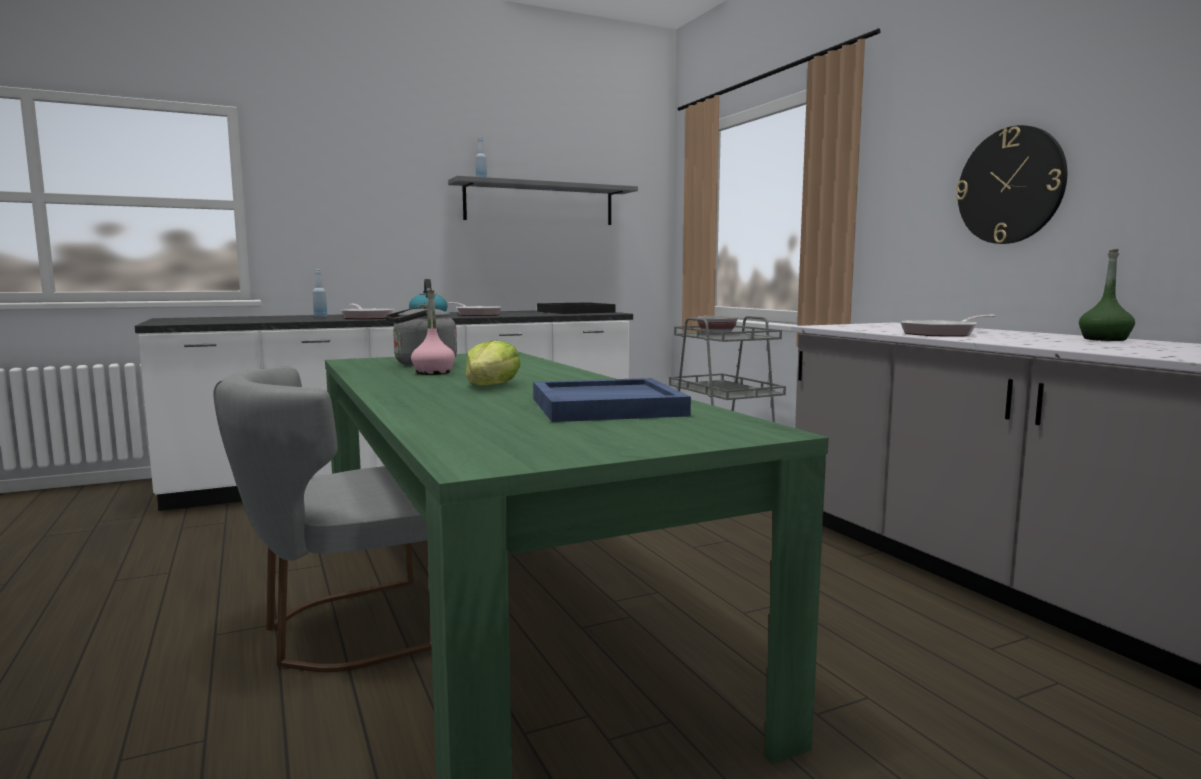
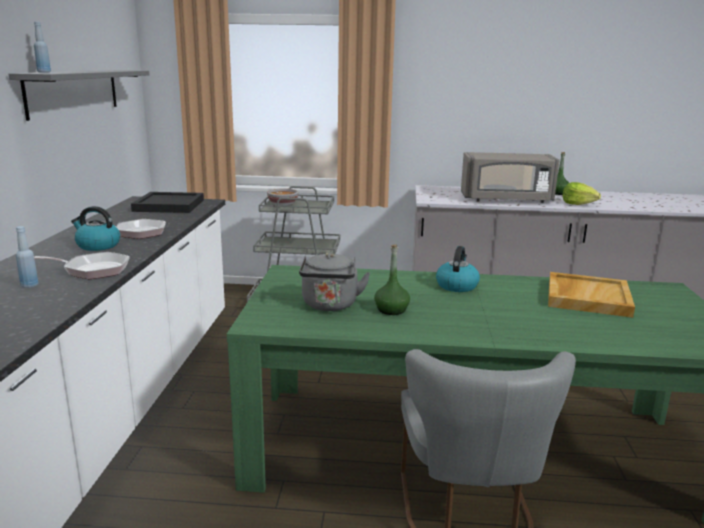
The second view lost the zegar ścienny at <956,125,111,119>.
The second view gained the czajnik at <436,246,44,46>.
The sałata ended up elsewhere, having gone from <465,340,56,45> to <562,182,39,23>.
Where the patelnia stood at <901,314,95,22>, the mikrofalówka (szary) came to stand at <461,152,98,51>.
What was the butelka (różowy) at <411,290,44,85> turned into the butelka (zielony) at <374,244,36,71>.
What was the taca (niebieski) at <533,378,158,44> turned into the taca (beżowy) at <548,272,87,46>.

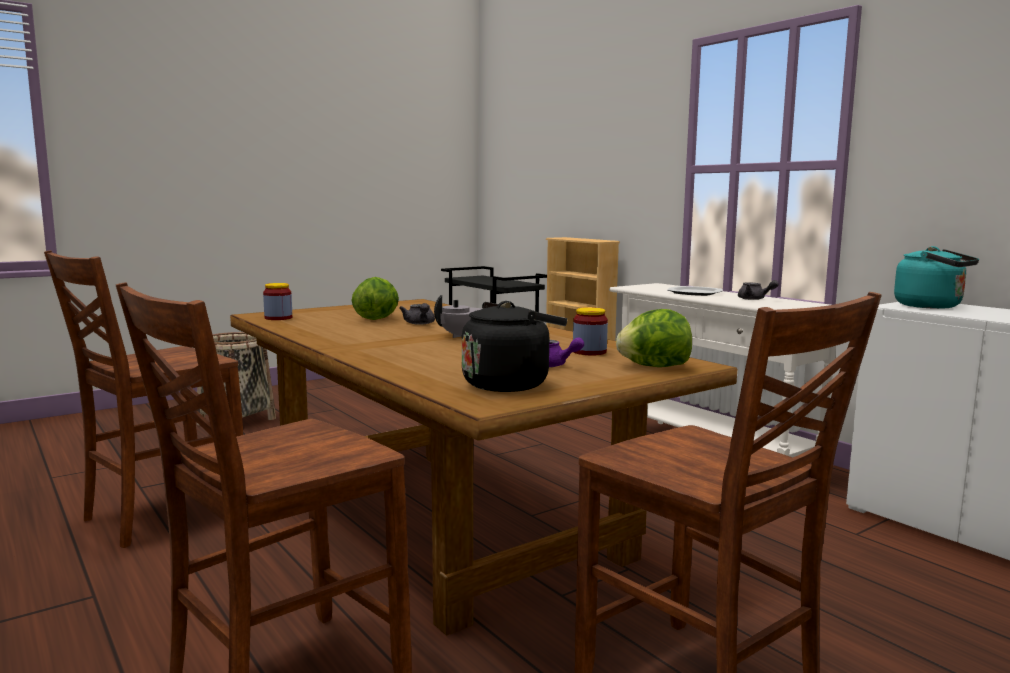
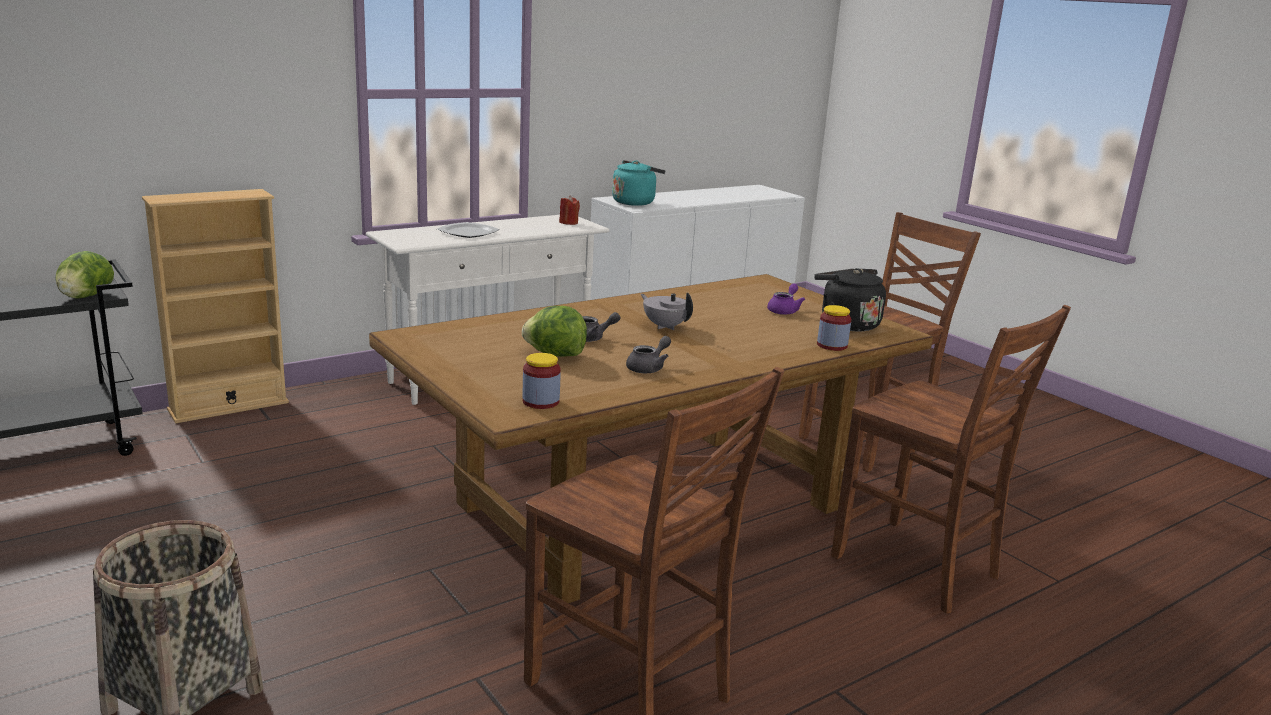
The second view gained the świeca (czerwony) at <559,195,21,30>.
The słoik ended up elsewhere, having gone from <573,307,35,48> to <817,305,34,46>.
The sałata ended up elsewhere, having gone from <616,309,76,58> to <56,251,58,48>.
The imbryk (szary) ended up elsewhere, having gone from <738,280,41,20> to <626,336,45,37>.

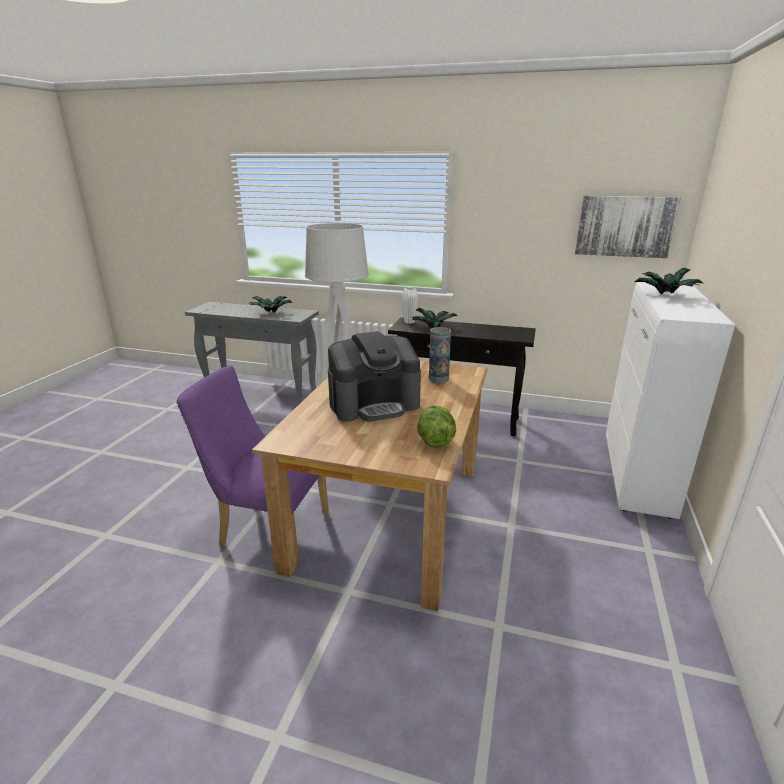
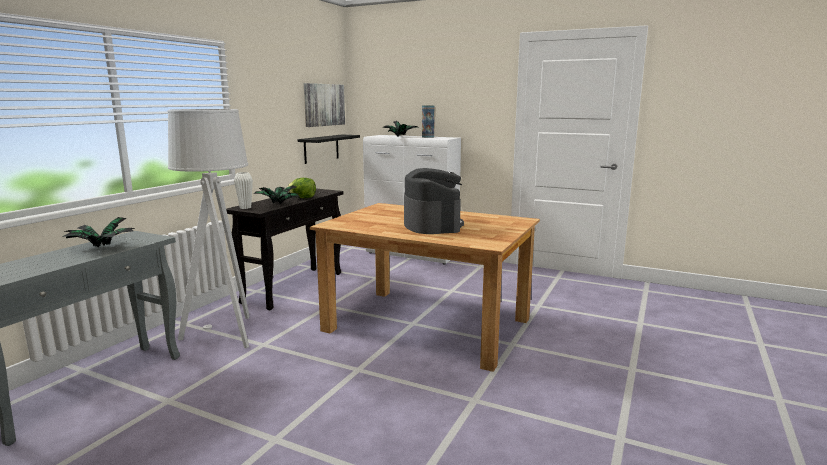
The second view lost the krzesło (fioletowy) at <177,366,152,198>.
The second view gained the półka (czarny) at <298,135,62,29>.
The sałata ended up elsewhere, having gone from <417,405,39,43> to <287,178,29,20>.
The wazon ended up elsewhere, having gone from <429,327,22,56> to <422,105,13,33>.

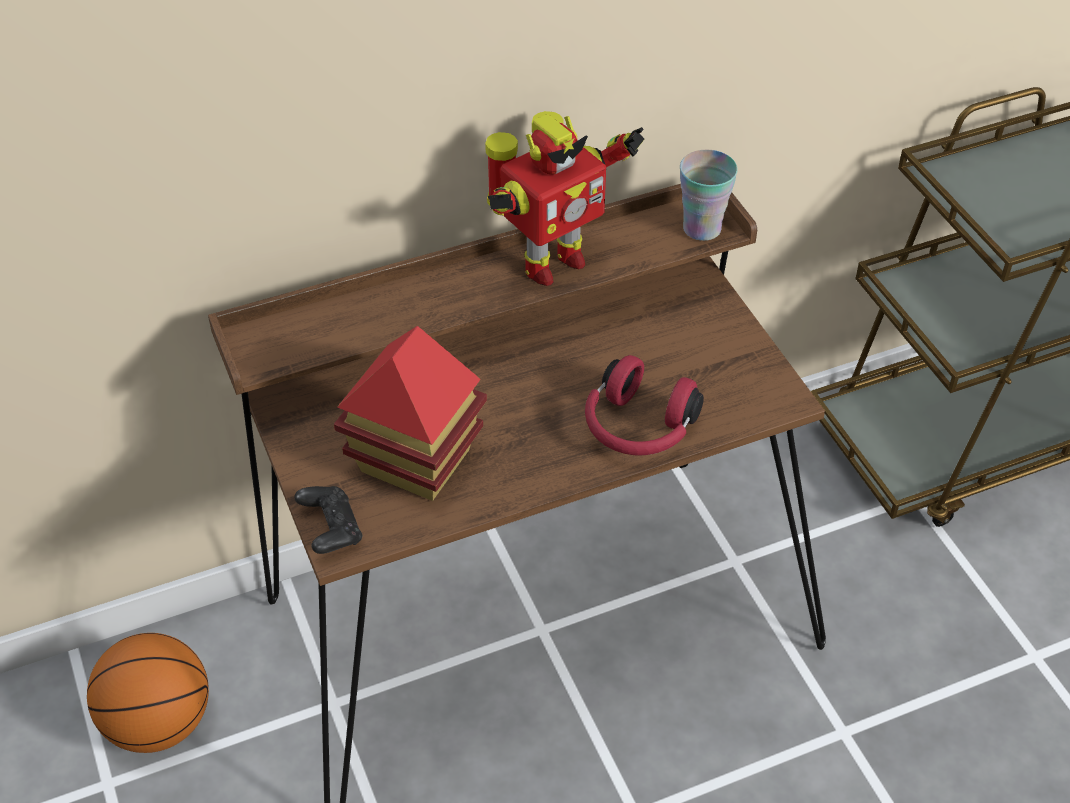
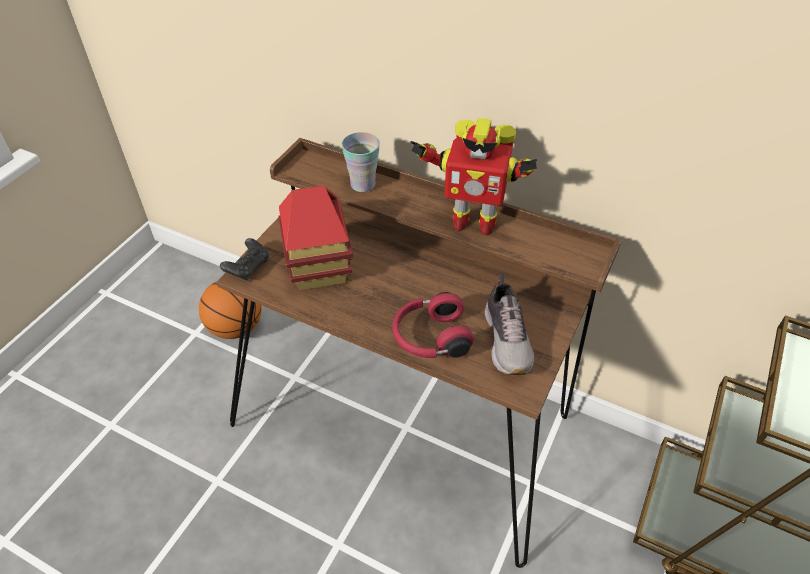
The second view gained the but at <485,273,49,102>.
The filiżanka ended up elsewhere, having gone from <680,150,58,91> to <342,132,38,60>.

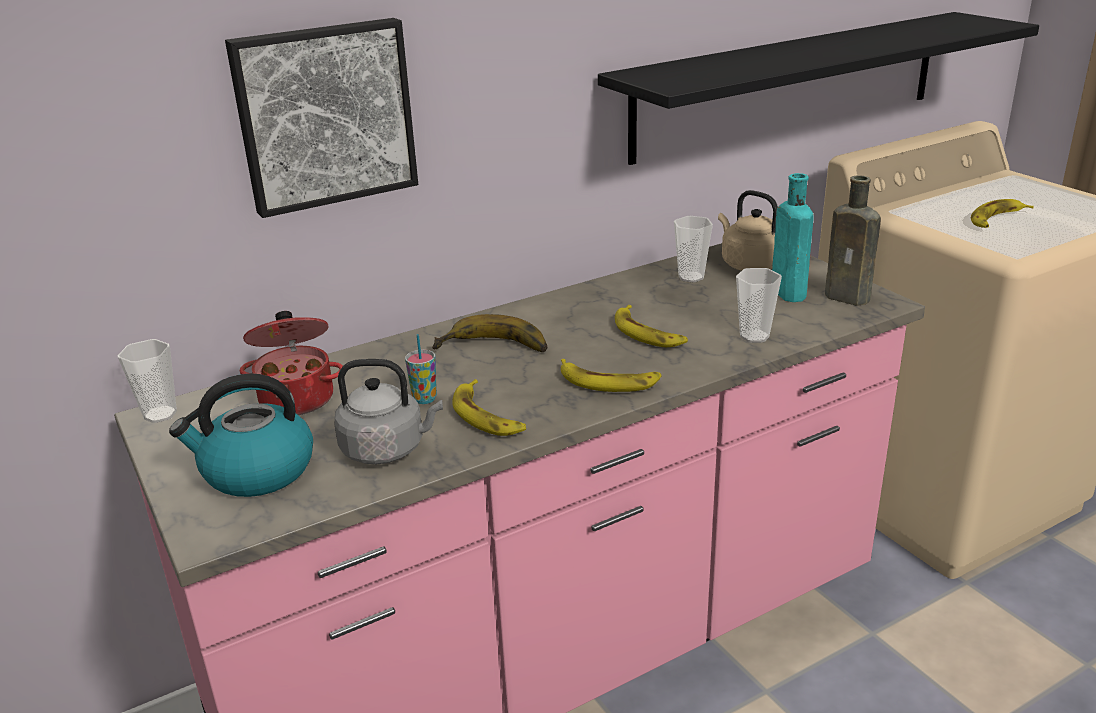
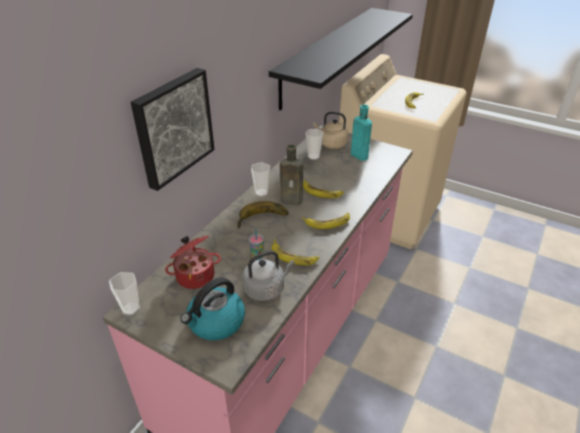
The filiżanka ended up elsewhere, having gone from <736,268,46,75> to <251,162,19,35>.
The butelka (brązowy) ended up elsewhere, having gone from <825,175,56,131> to <280,144,23,61>.

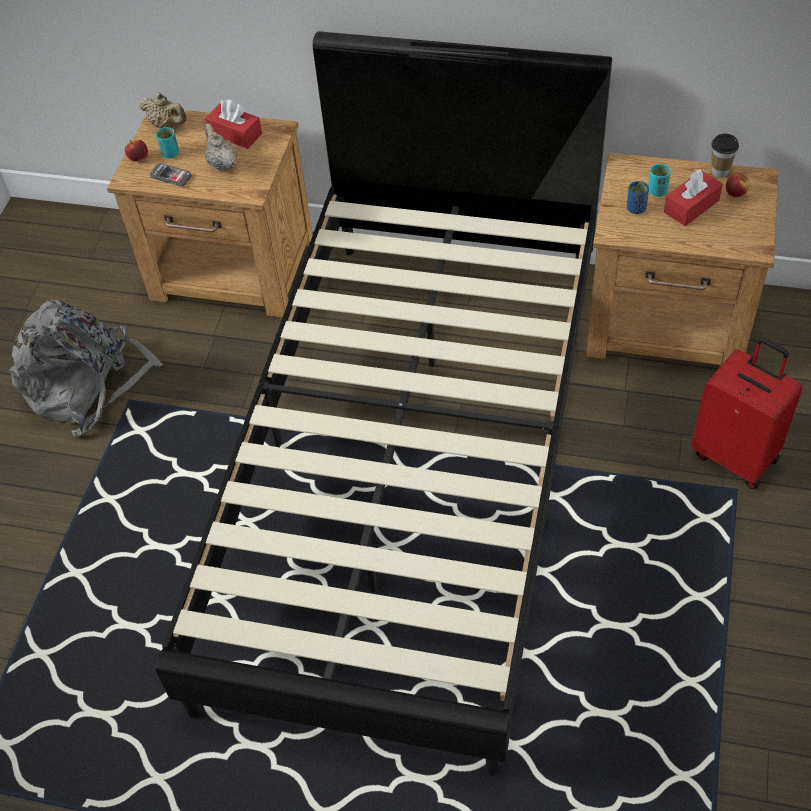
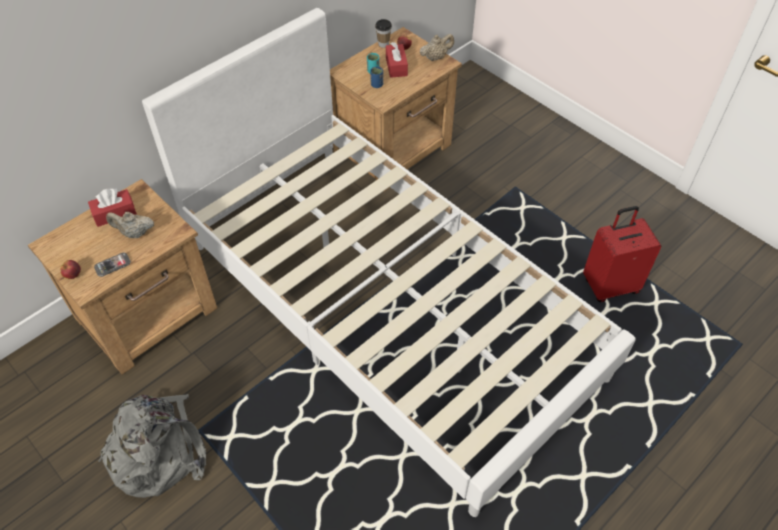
The second view lost the filiżanka (turkusowy) at <156,127,23,31>.
The imbryk (beżowy) ended up elsewhere, having gone from <139,92,47,37> to <420,34,34,27>.
The walizka (czerwony) ended up elsewhere, having gone from <691,338,112,151> to <583,206,78,96>.
What was the łóżko (czarny) at <155,31,457,745> turned into the łóżko (biały) at <142,8,494,509>.

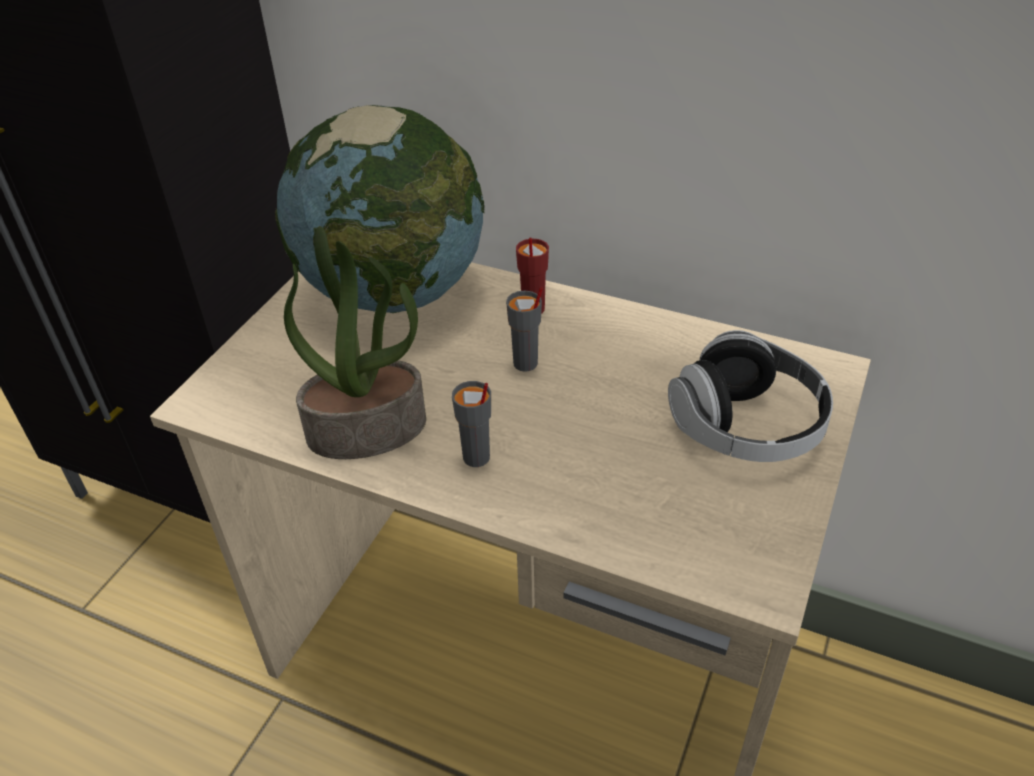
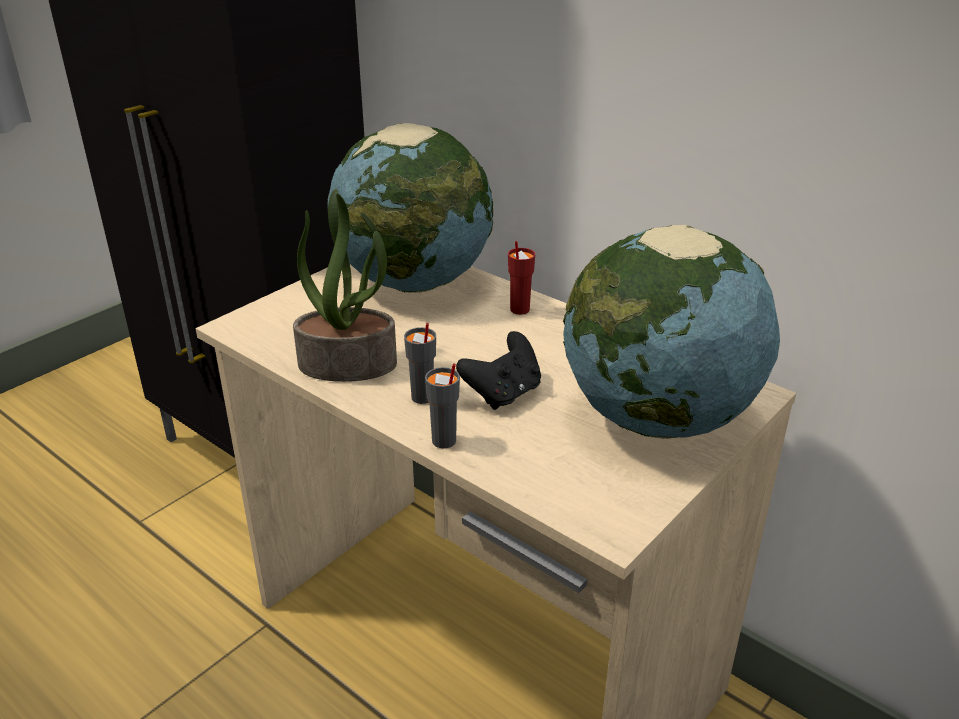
The second view gained the pad do gier (czarny) at <456,331,85,79>.
The filiżanka (szary) ended up elsewhere, having gone from <506,287,37,85> to <425,364,35,84>.
Where the słuchawki stood at <668,330,165,132>, the globus came to stand at <563,225,217,214>.

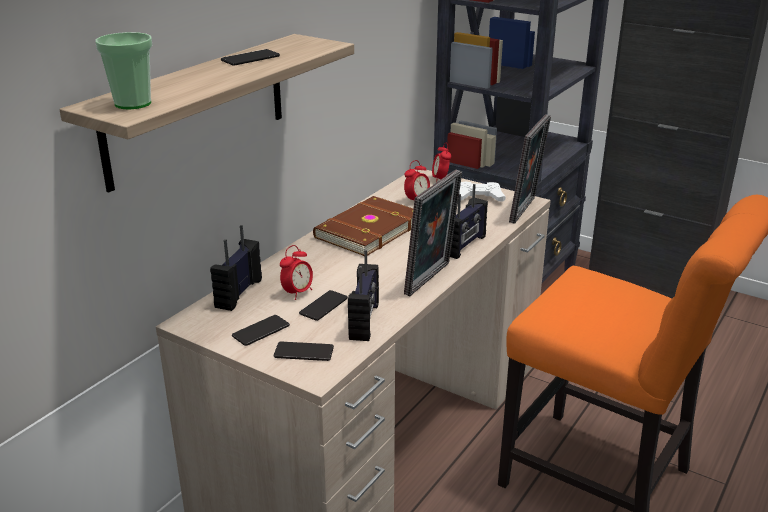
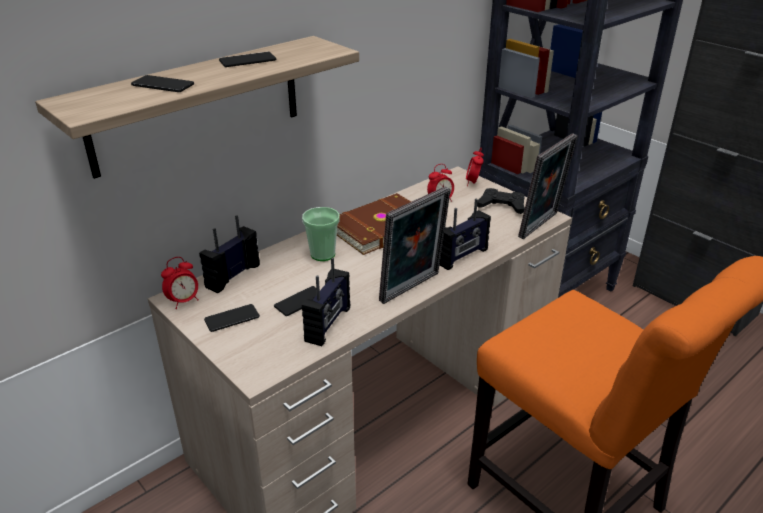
The filiżanka ended up elsewhere, having gone from <95,32,57,77> to <302,207,38,54>.
The telefon ended up elsewhere, having gone from <274,342,60,19> to <131,75,63,17>.
The budzik ended up elsewhere, having gone from <280,245,33,55> to <161,257,38,52>.
What was the pad do gier (biały) at <459,182,47,20> turned into the pad do gier (czarny) at <477,188,48,26>.

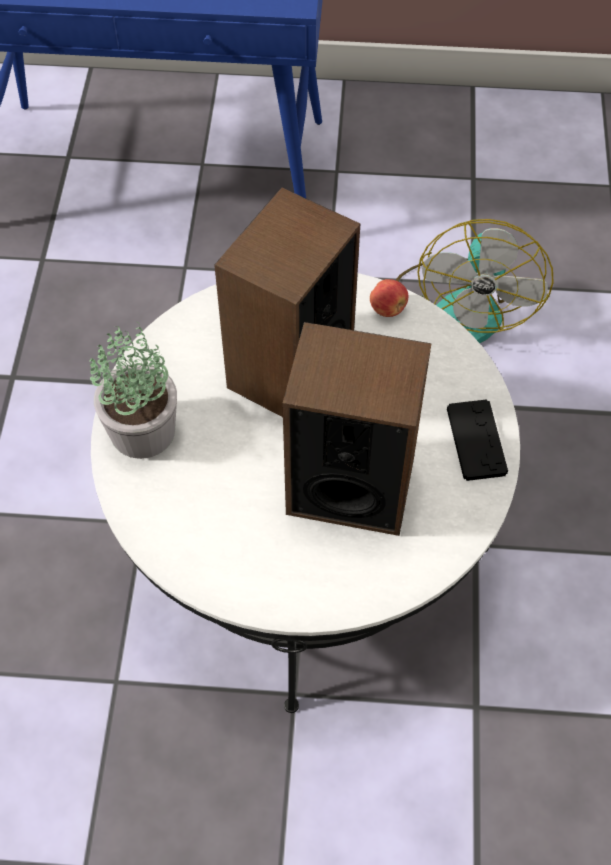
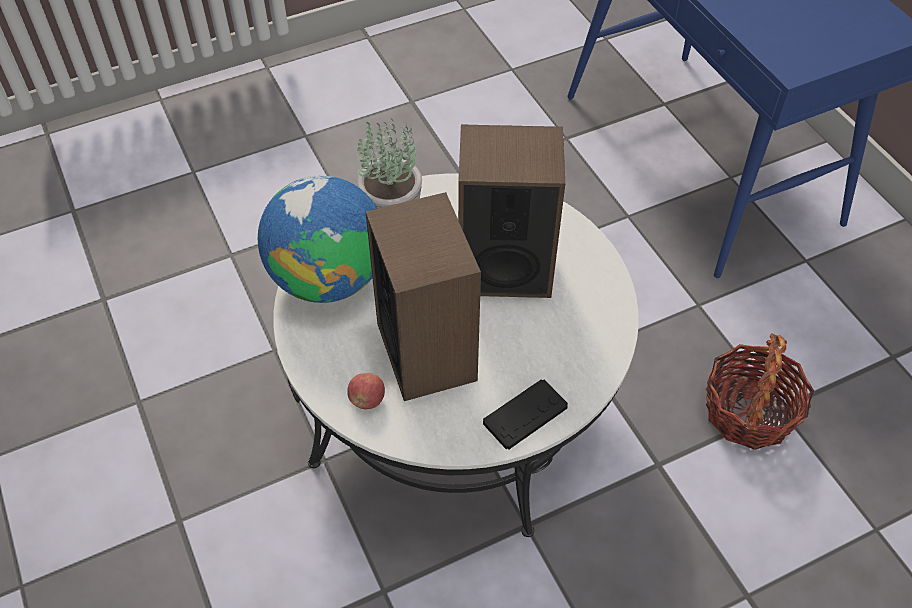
The second view gained the globus at <258,175,119,128>.
The jabłko ended up elsewhere, having gone from <370,279,38,38> to <347,373,38,36>.
Where the wentylator stood at <396,219,158,124>, the koszyk came to stand at <706,333,108,117>.

